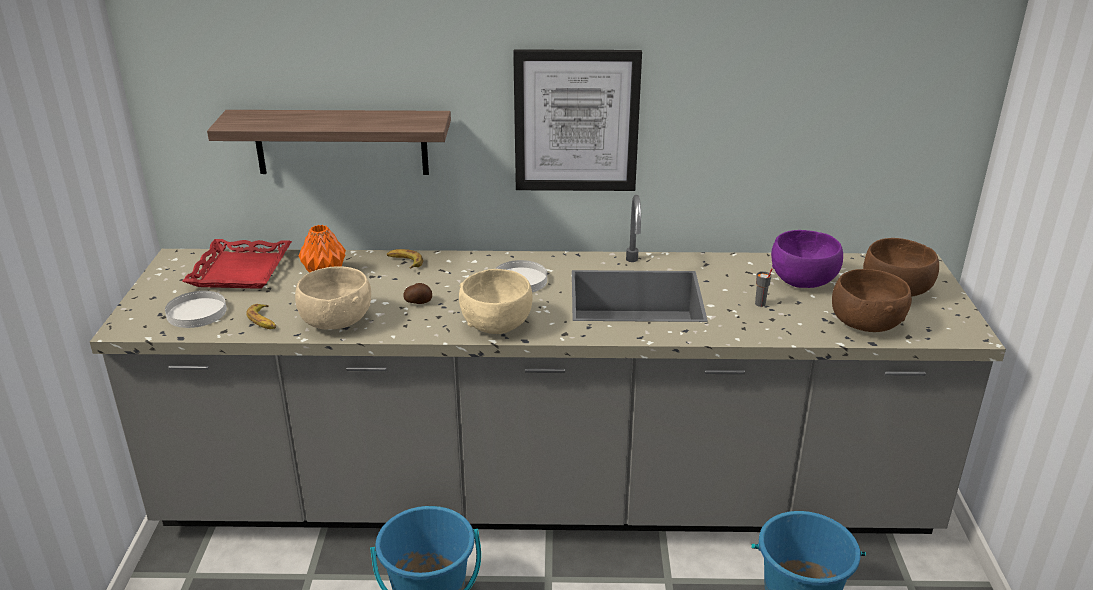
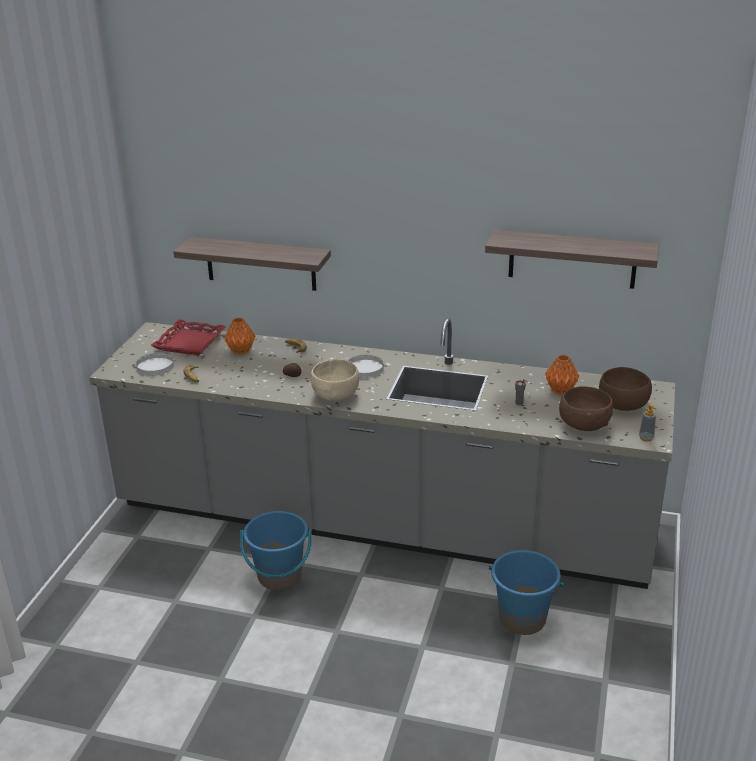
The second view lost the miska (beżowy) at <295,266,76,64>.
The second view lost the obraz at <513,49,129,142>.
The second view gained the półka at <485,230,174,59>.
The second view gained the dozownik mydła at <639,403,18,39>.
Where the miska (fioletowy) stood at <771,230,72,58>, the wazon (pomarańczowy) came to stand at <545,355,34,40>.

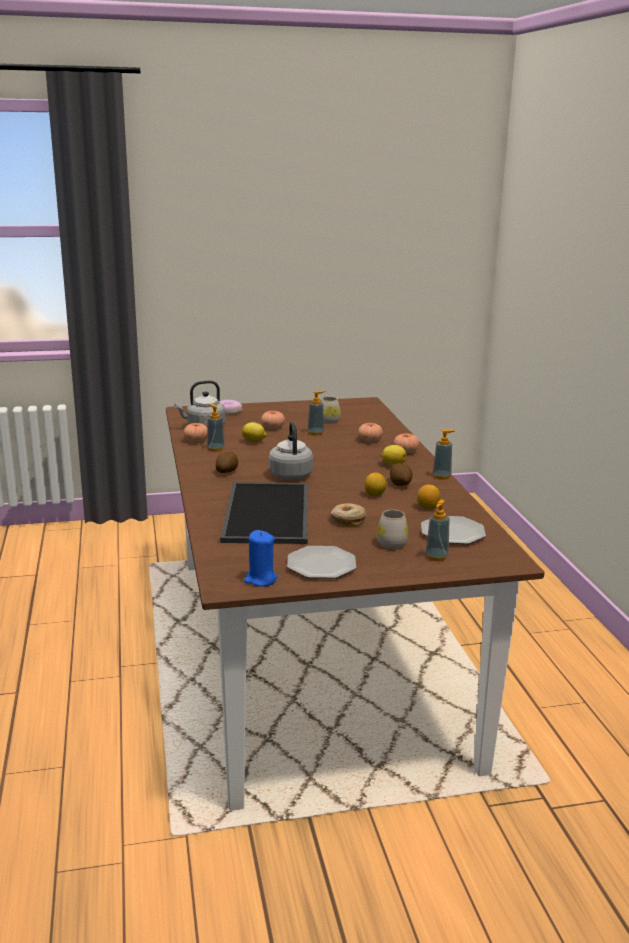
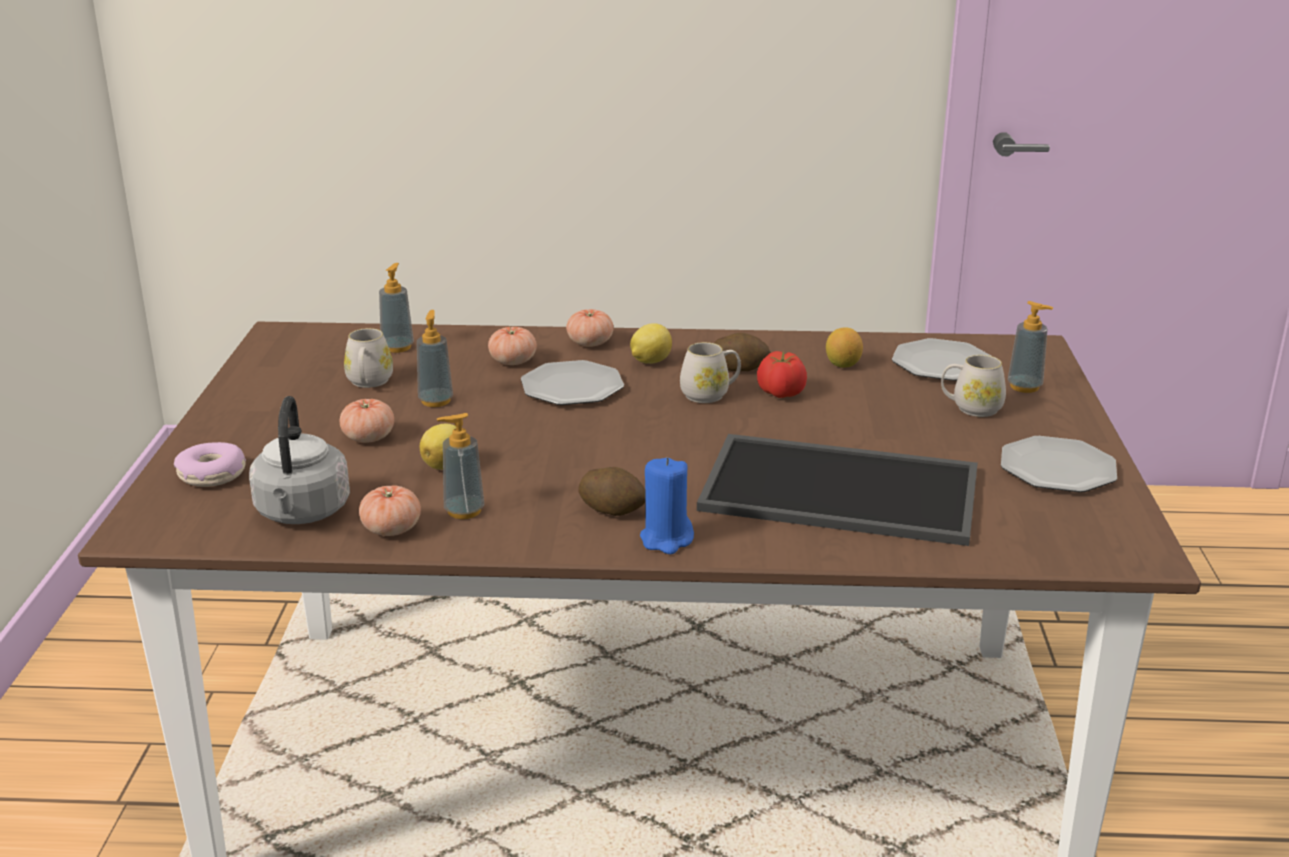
The second view lost the czajnik (szary) at <269,421,44,59>.
The second view lost the donut at <331,503,35,23>.
The second view gained the talerz at <521,360,103,45>.
The second view gained the kubek (biały) at <680,342,61,61>.
The świeca (niebieski) ended up elsewhere, having gone from <244,530,33,57> to <640,457,54,97>.
The dozownik mydła ended up elsewhere, having gone from <433,430,22,50> to <379,263,35,90>.
Where the cytryna stood at <365,473,21,23>, the pomidor came to stand at <757,351,50,47>.

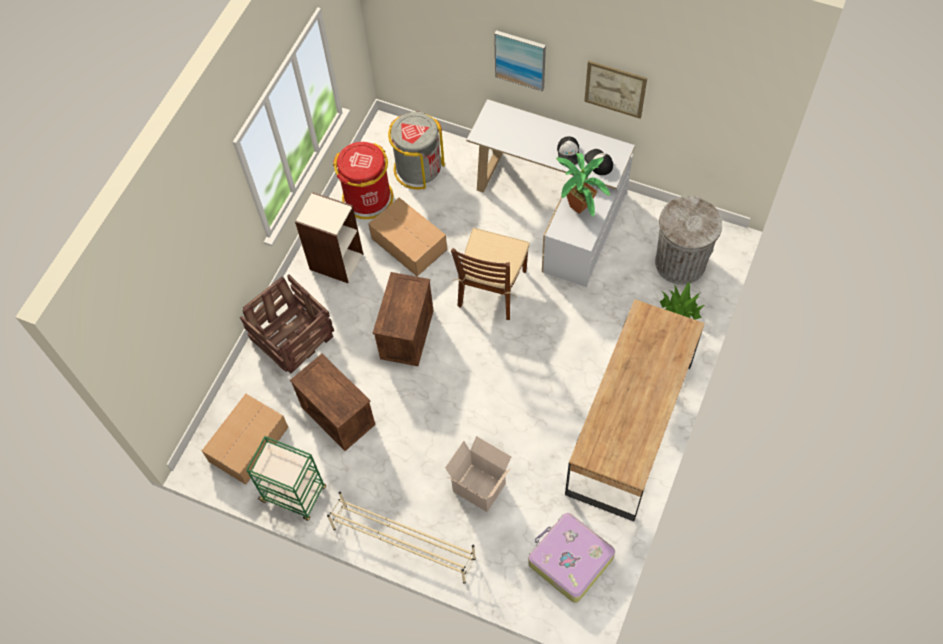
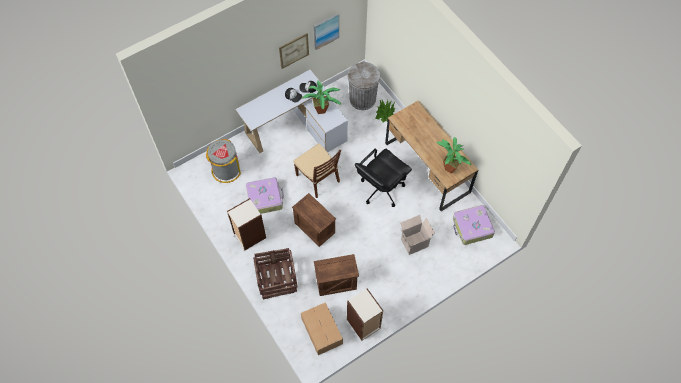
The second view lost the regał na buty (beżowy) at <327,491,149,93>.
The second view lost the kosz na śmieci (czerwony) at <333,142,60,77>.
The second view gained the krzesło biurowe (czarny) at <355,149,57,58>.
The second view gained the roślina doniczkowa at <436,137,36,37>.
The obraz ended up elsewhere, having gone from <494,30,52,62> to <314,13,25,37>.
Where the wózek (zielony) stood at <246,436,80,85>, the regał came to stand at <347,289,36,52>.
Where the karton stood at <369,198,78,78>, the walizka came to stand at <246,177,38,37>.

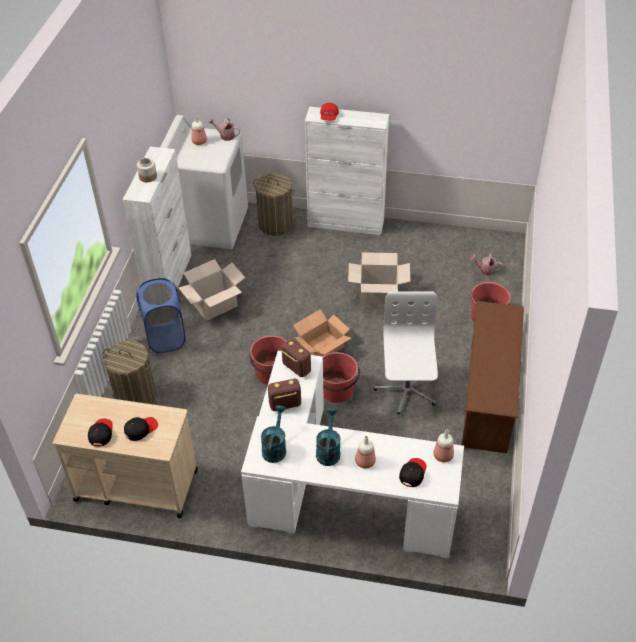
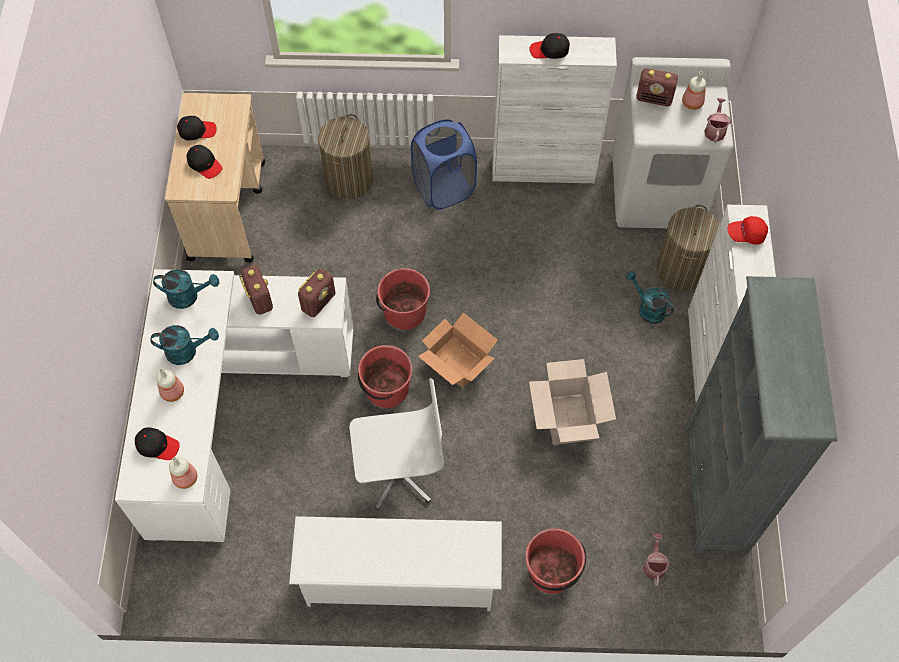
The second view lost the karton at <179,259,66,62>.
The second view gained the konewka (turkusowy) at <626,271,48,53>.
The second view gained the radio at <636,68,42,38>.
The second view gained the regał (szary) at <685,276,153,278>.
Where the słoik stood at <137,158,20,24>, the czapka z daszkiem (czarny) came to stand at <530,33,40,26>.
What was the regał na buty (brązowy) at <461,301,63,152> turned into the regał na buty (biały) at <289,516,213,95>.

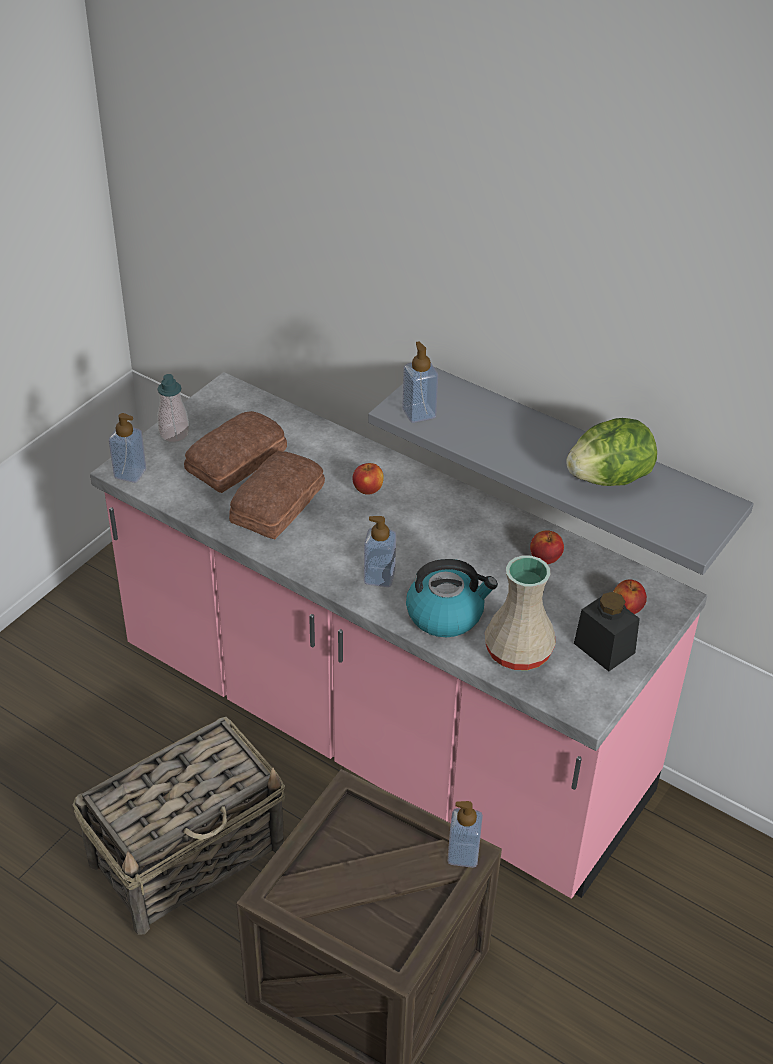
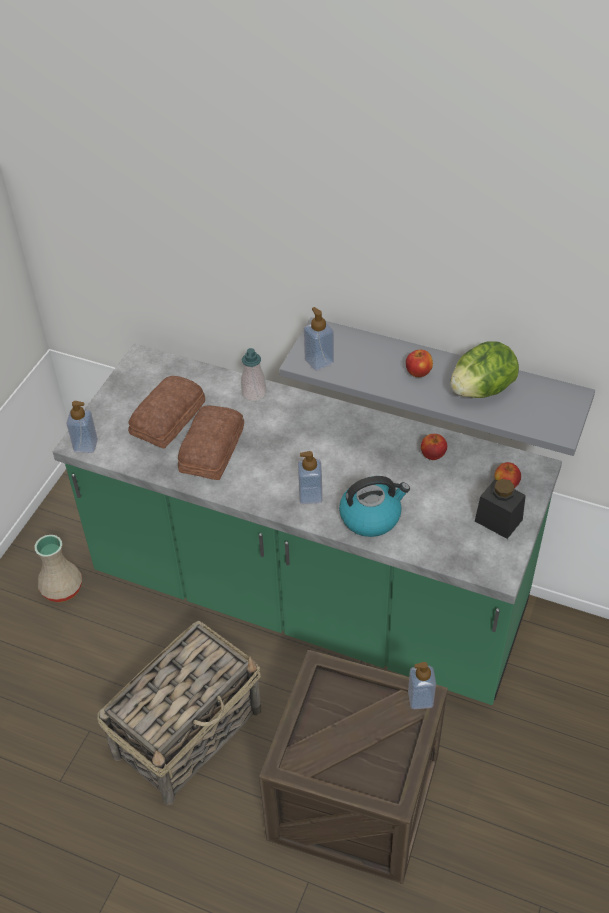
The dozownik mydła ended up elsewhere, having gone from <157,374,33,69> to <241,348,25,53>.
The jabłko ended up elsewhere, having gone from <352,463,32,32> to <406,350,27,27>.
The wazon (beżowy) ended up elsewhere, having gone from <485,555,71,115> to <35,535,47,67>.
What was the zabudowa kuchenna (różowy) at <90,372,617,527> turned into the zabudowa kuchenna (zielony) at <53,343,509,362>.

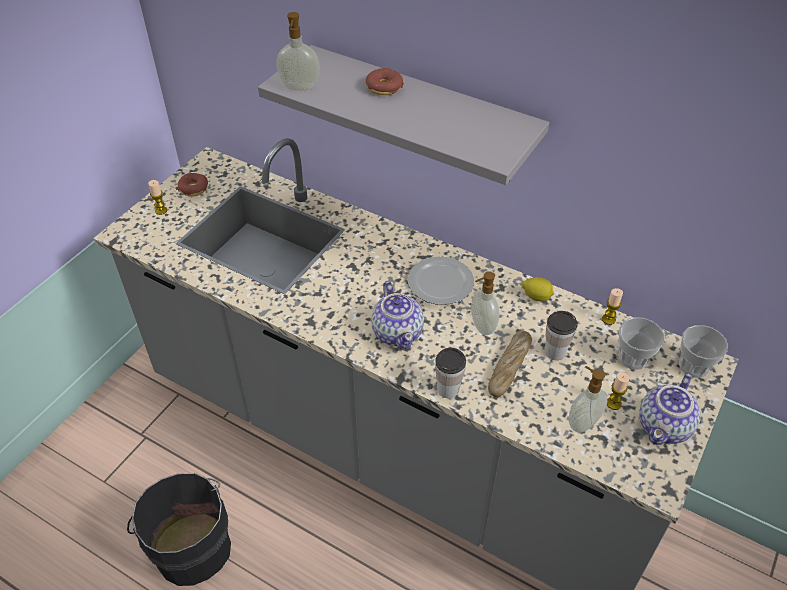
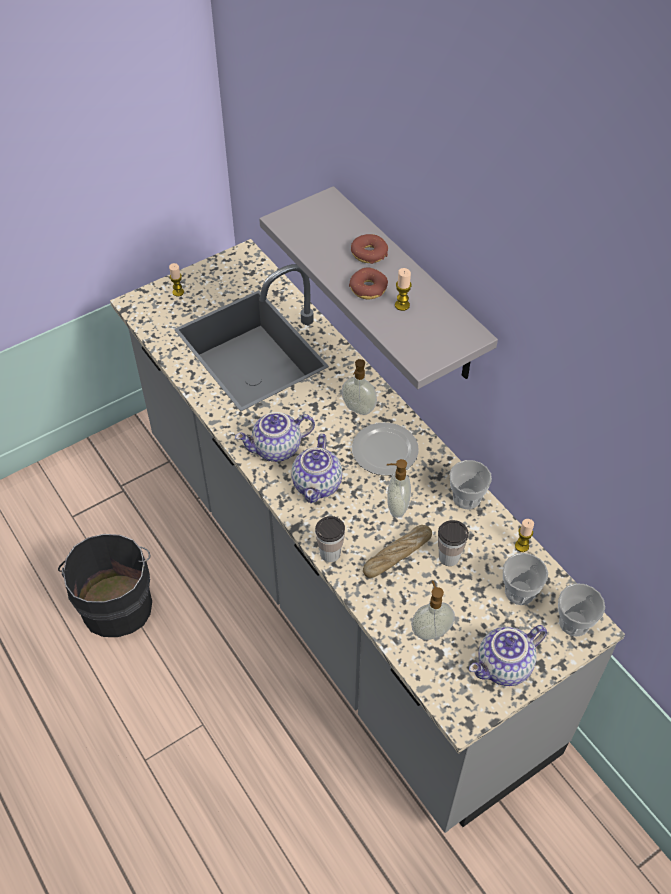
The second view gained the imbryk at <235,412,80,50>.
The donut ended up elsewhere, having gone from <178,173,30,24> to <349,268,39,32>.
The dozownik mydła ended up elsewhere, having gone from <277,12,43,78> to <342,359,35,56>.
The świeca ended up elsewhere, having gone from <607,372,22,38> to <395,268,17,43>.
Where the cytryna stood at <522,277,32,24>, the filiżanka came to stand at <449,460,43,49>.

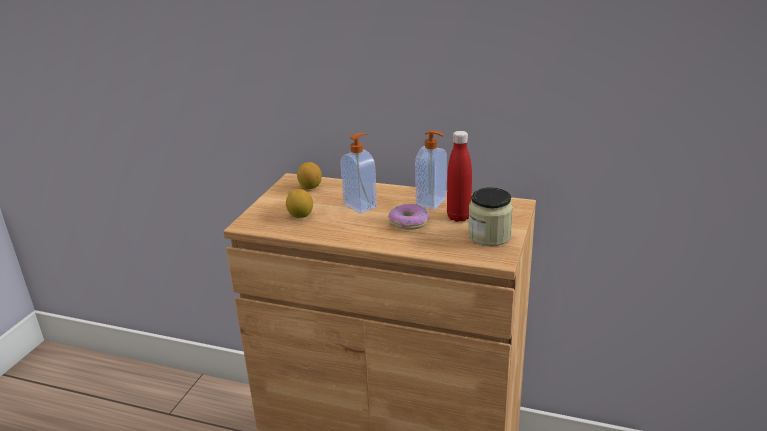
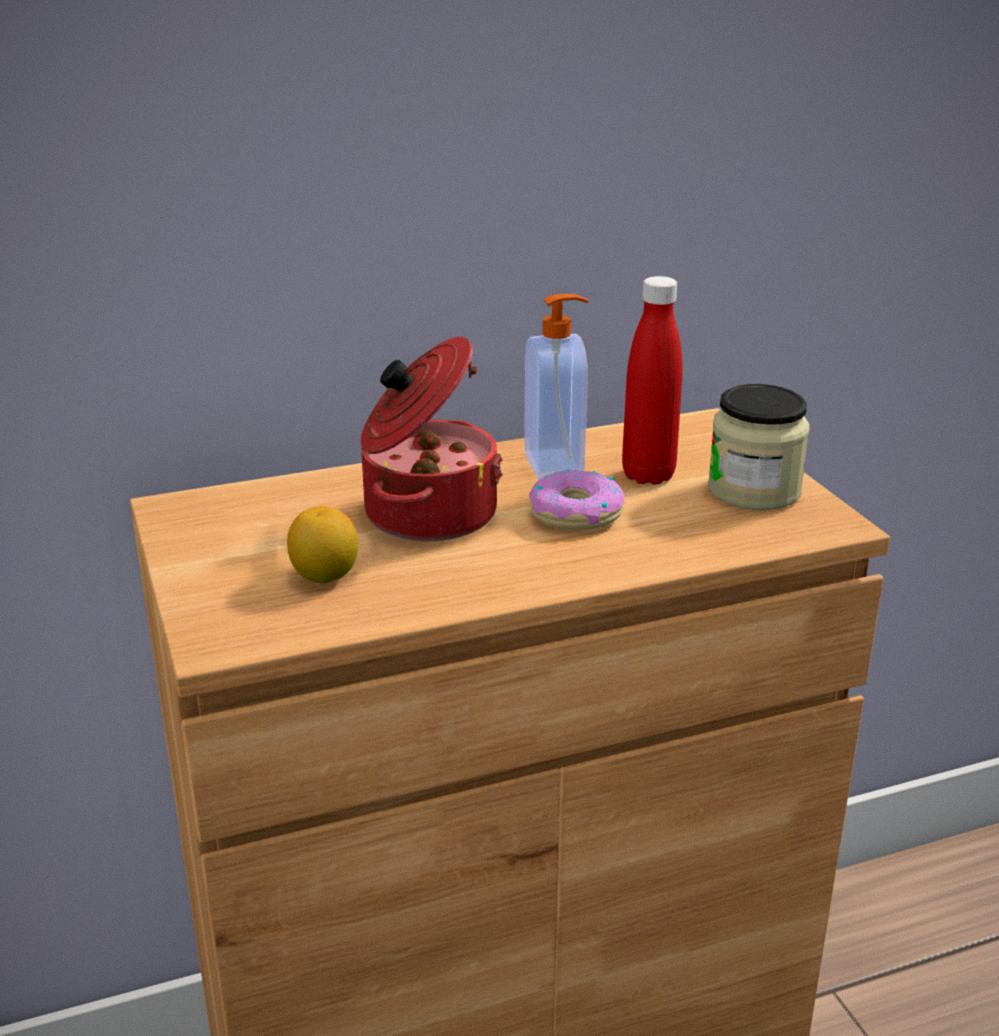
The second view lost the cytryna at <297,162,25,27>.
Where the dozownik mydła stood at <340,133,37,81>, the garnek came to stand at <361,337,142,204>.

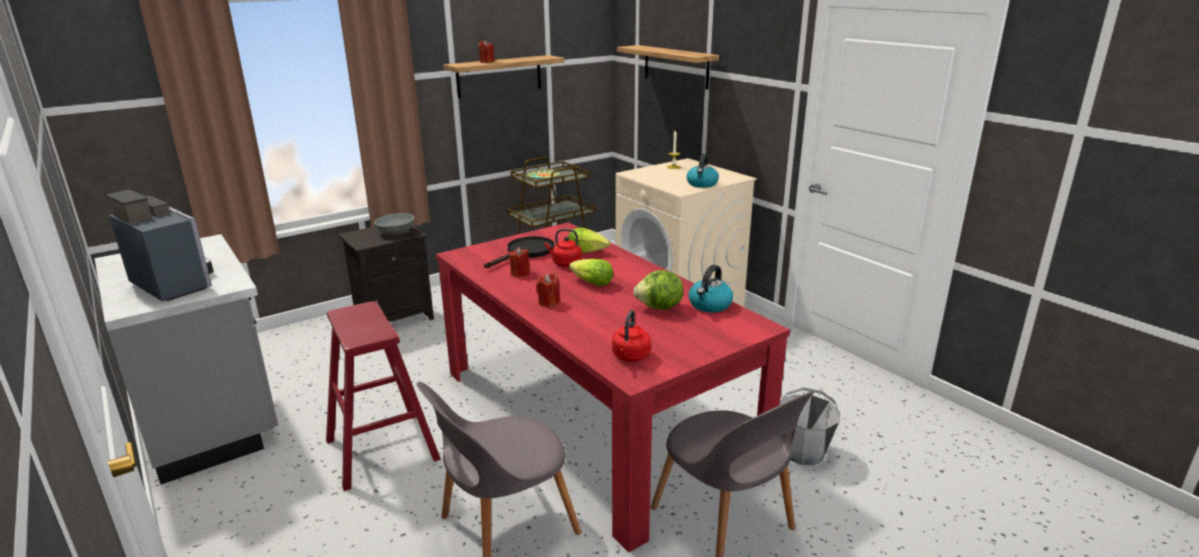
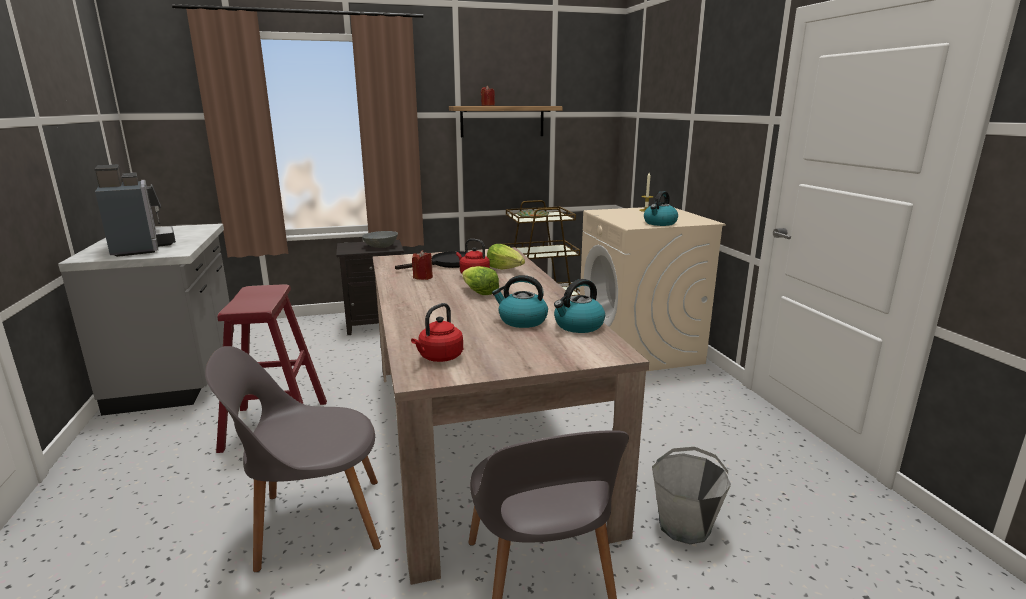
The second view lost the świeca (czerwony) at <536,273,24,34>.
The second view lost the półka at <617,45,102,45>.
Where the sałata stood at <634,270,49,40>, the czajnik came to stand at <492,275,56,53>.
What was the stół jadalny (czerwony) at <436,222,354,331> turned into the stół jadalny (beżowy) at <373,247,276,338>.

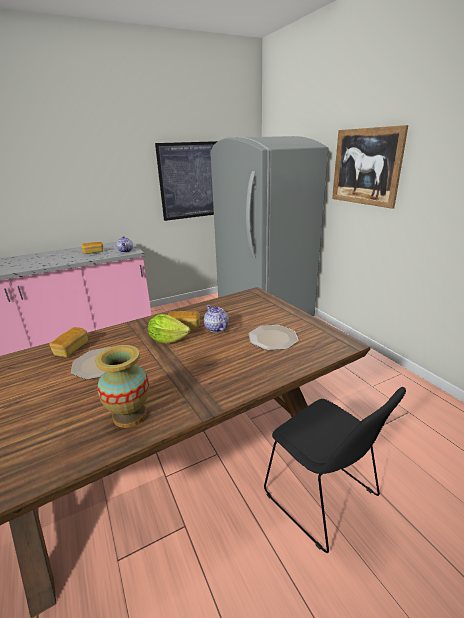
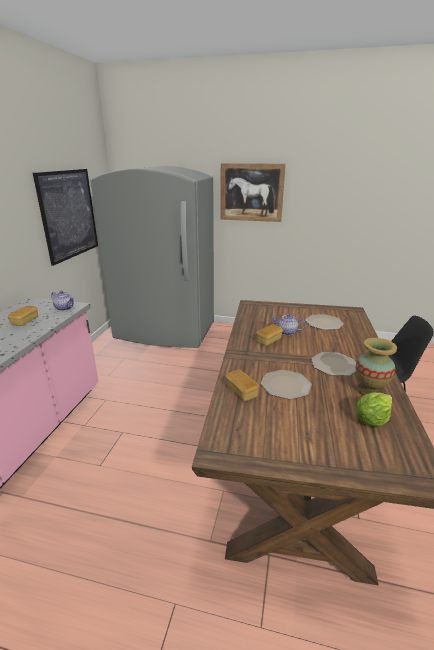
The second view gained the talerz at <311,352,45,24>.
The sałata ended up elsewhere, having gone from <148,314,42,29> to <356,392,36,35>.

